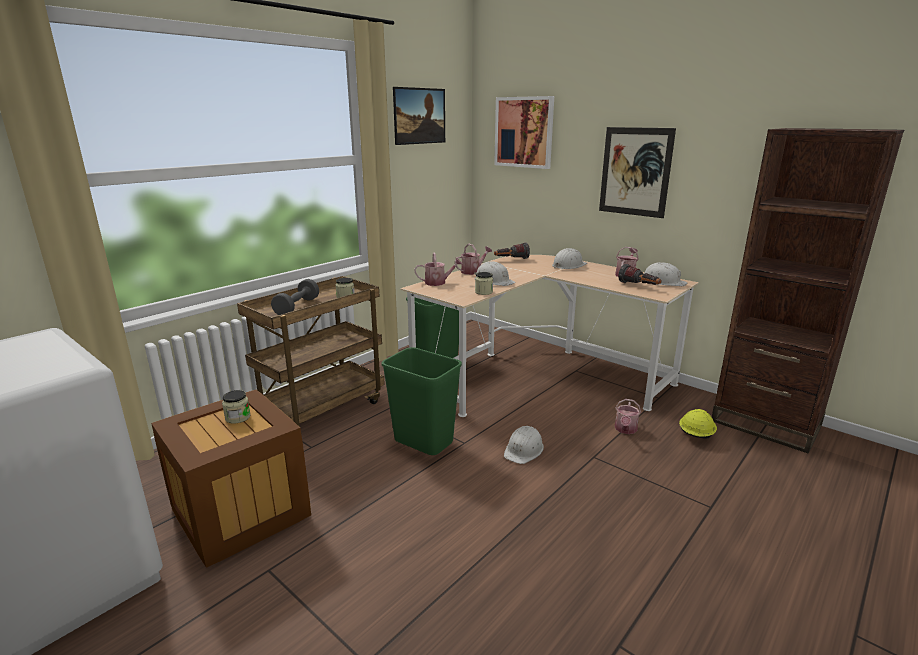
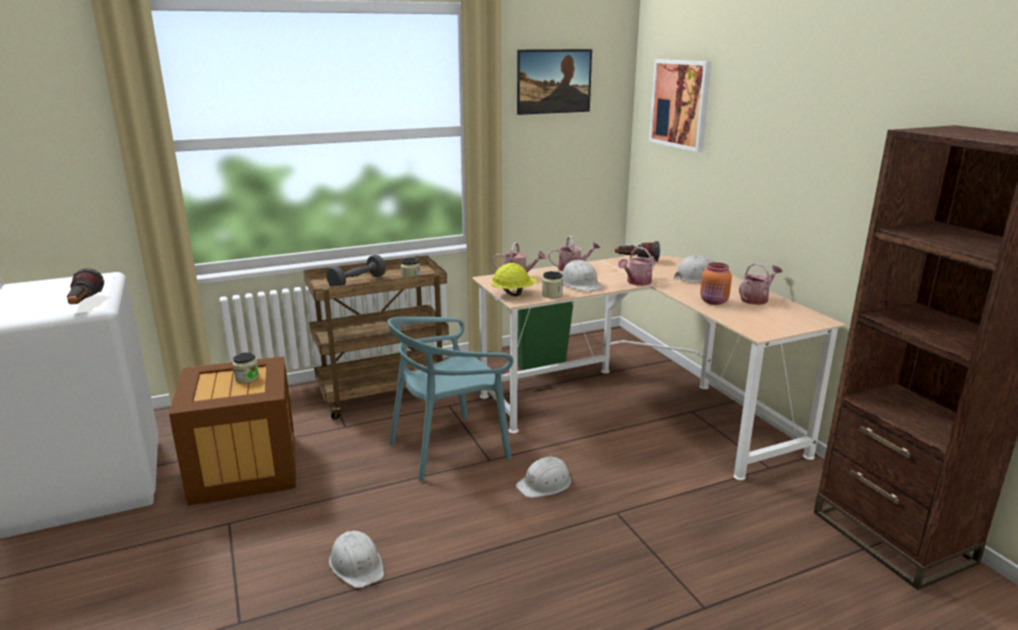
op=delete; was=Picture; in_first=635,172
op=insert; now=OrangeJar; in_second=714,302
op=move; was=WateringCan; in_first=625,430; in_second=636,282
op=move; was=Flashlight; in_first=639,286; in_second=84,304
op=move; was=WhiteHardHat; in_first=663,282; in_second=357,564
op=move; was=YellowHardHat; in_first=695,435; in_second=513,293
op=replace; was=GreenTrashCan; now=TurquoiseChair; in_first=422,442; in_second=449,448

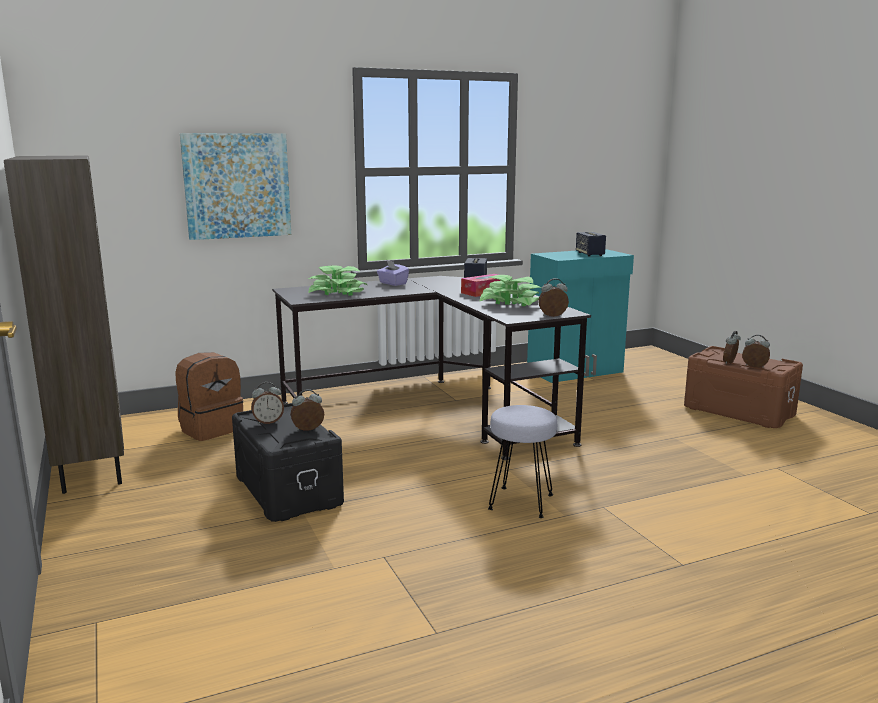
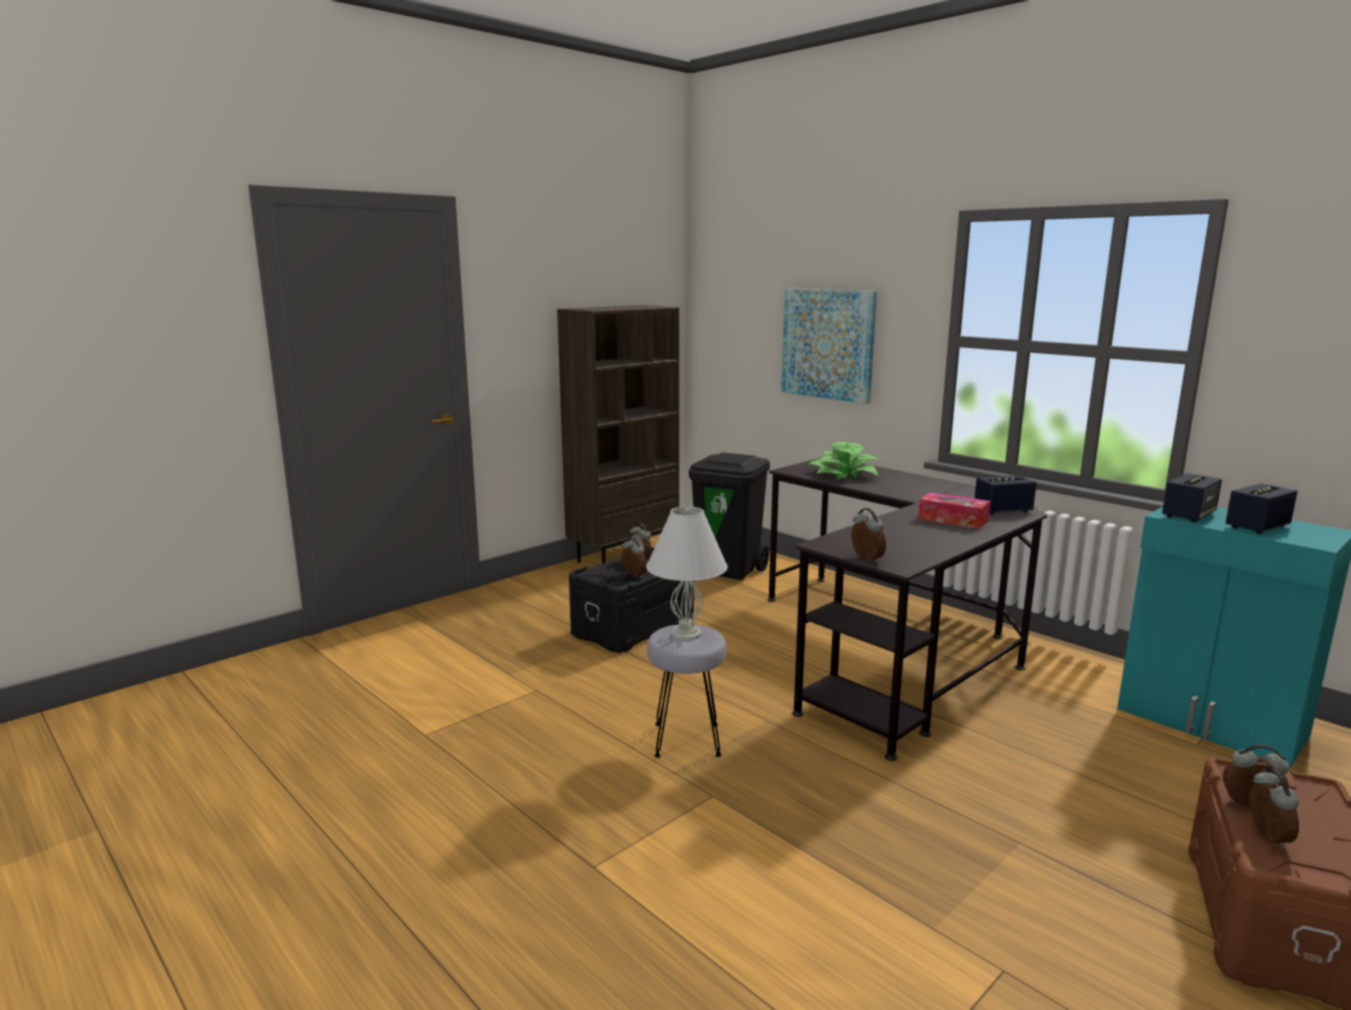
op=delete; was=PurpleTissueBox; in_first=392,283
op=delete; was=PottedPlant; in_first=510,302
op=insert; now=WhiteTableLamp; in_second=687,634
op=insert; now=Speaker; in_second=1188,515
op=replace; was=BrownBackpack; now=BlackTrashCan; in_first=211,429; in_second=729,570

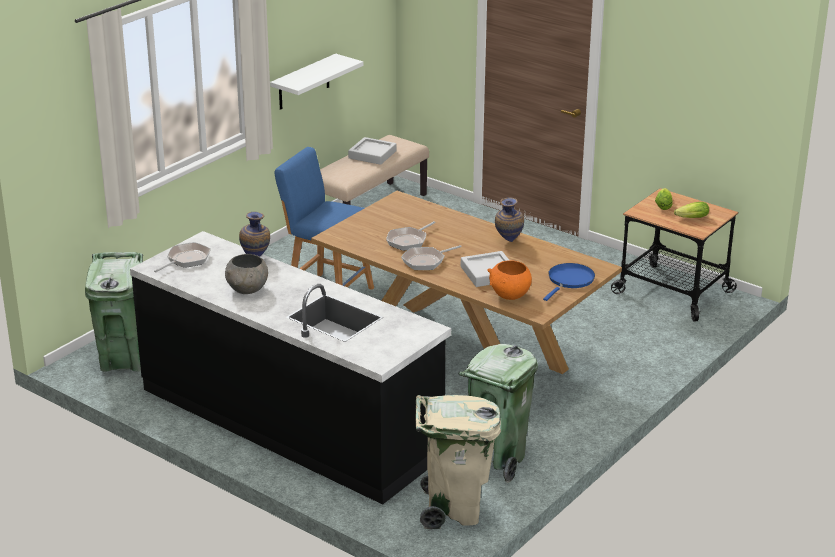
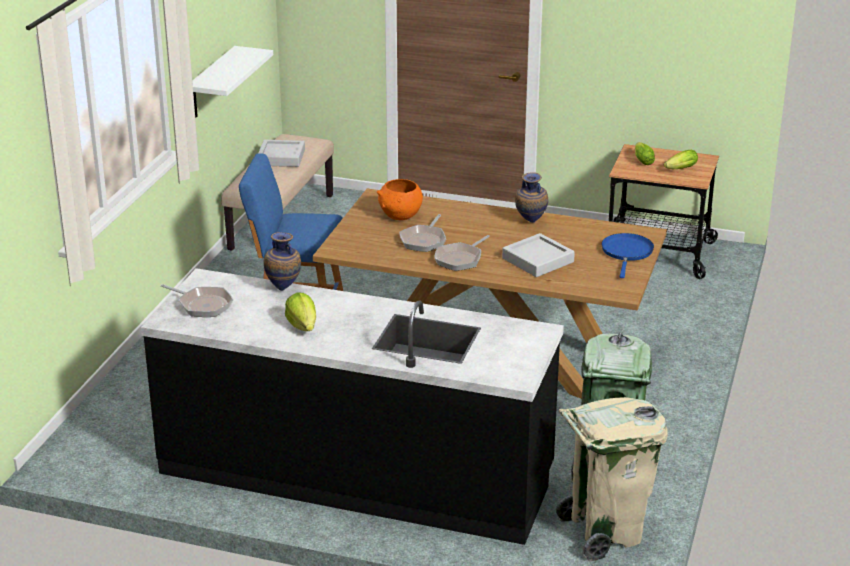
op=delete; was=GreenTrashCan; in_first=124,360
op=move; was=OrangeBowl; in_first=509,295; in_second=400,216
op=replace; was=GreyBowl; now=Lettuce; in_first=247,290; in_second=303,326
op=rotate; was=FryingPan; in_first=186,260; in_second=202,305; clockwise=105

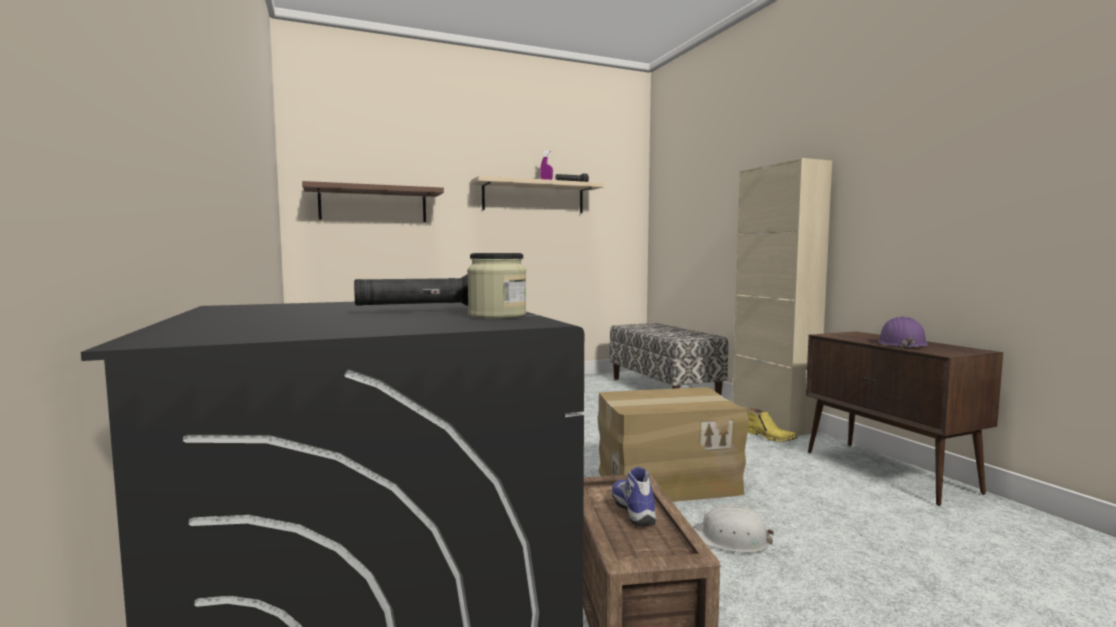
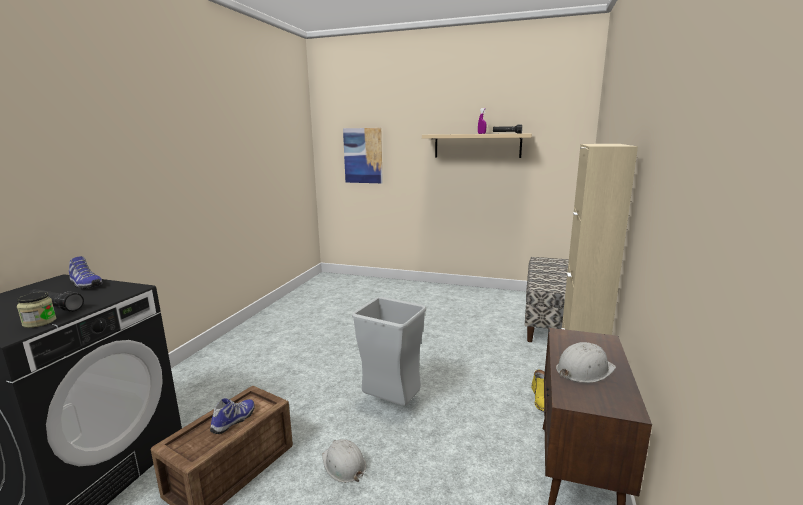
op=insert; now=Shoe; in_second=85,284
op=replace; was=BrownShelf; now=Picture; in_first=373,205; in_second=363,155
op=replace; was=CardboardBox; now=GreyTrashCan; in_first=666,481; in_second=392,404
op=recolor; was=PurpleHardHat; now=WhiteHardHat; in_first=901,343; in_second=584,370

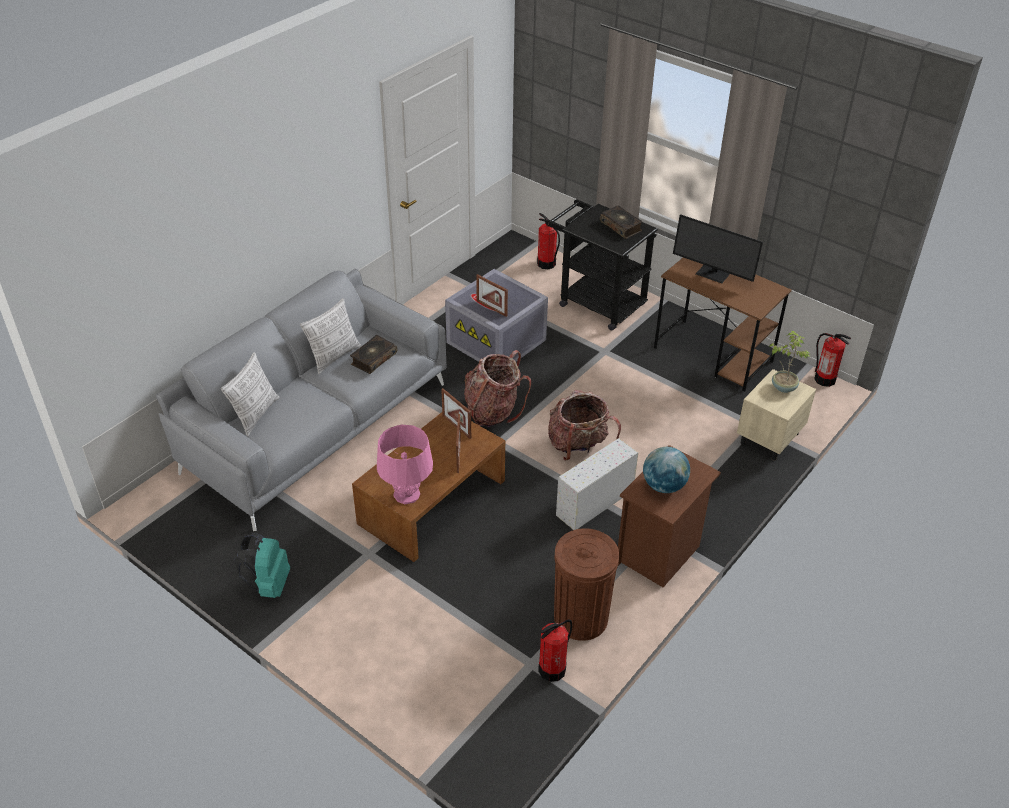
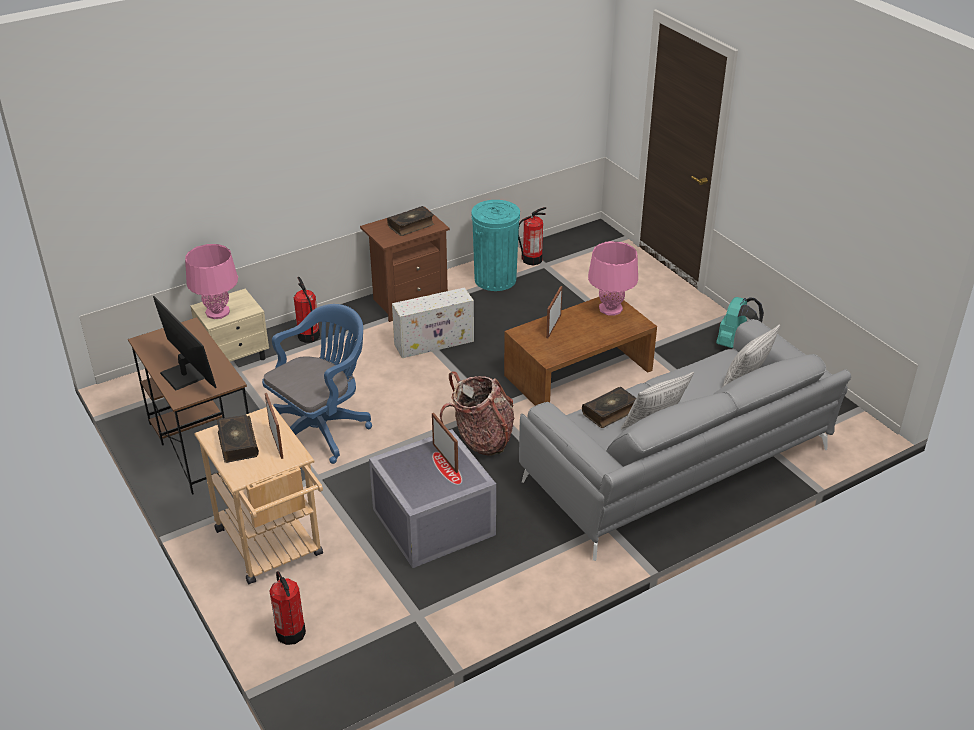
op=delete; was=Backpack; in_first=578,446
op=insert; now=BlueOfficeChair; in_second=322,428
op=move; was=PictureFrame; in_first=456,426; in_second=276,442
op=move; was=FireExtinguisher; in_first=824,379; in_second=308,336
op=replace; was=Globe; now=Book; in_first=664,485; in_second=411,226
op=replace; was=PottedPlant; now=PinkTableLamp; in_first=783,387; in_second=217,312
op=recolor; was=BlackCart; now=BeigeCart; in_first=595,302; in_second=273,548
op=recolor; was=BrownTrashCan; now=TurquoiseTrashCan; in_first=581,618; in_second=495,279

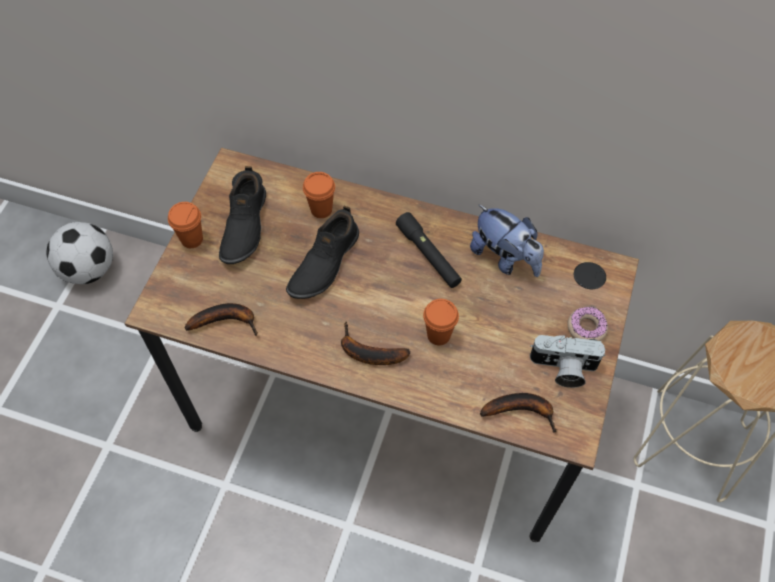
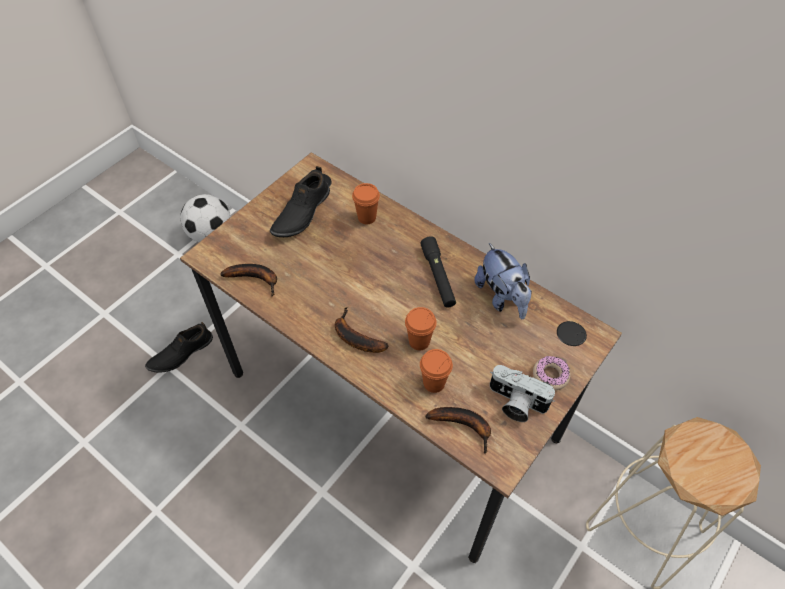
op=move; was=OrangeCup; in_first=192,239; in_second=434,383
op=move; was=BlackShoe; in_first=323,263; in_second=181,353

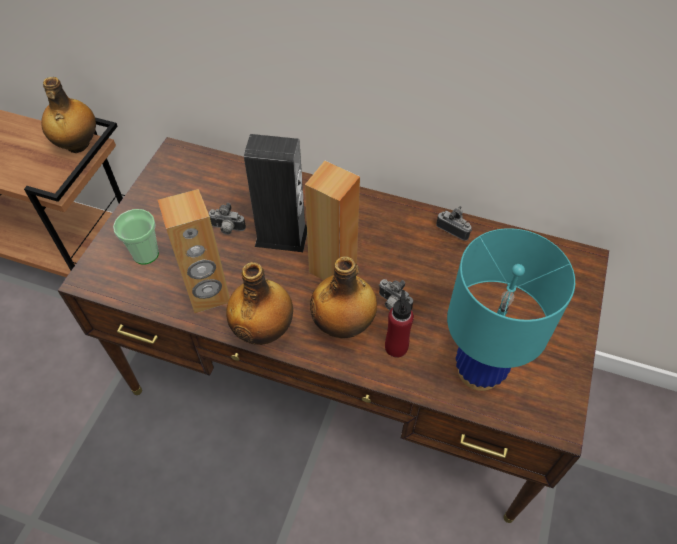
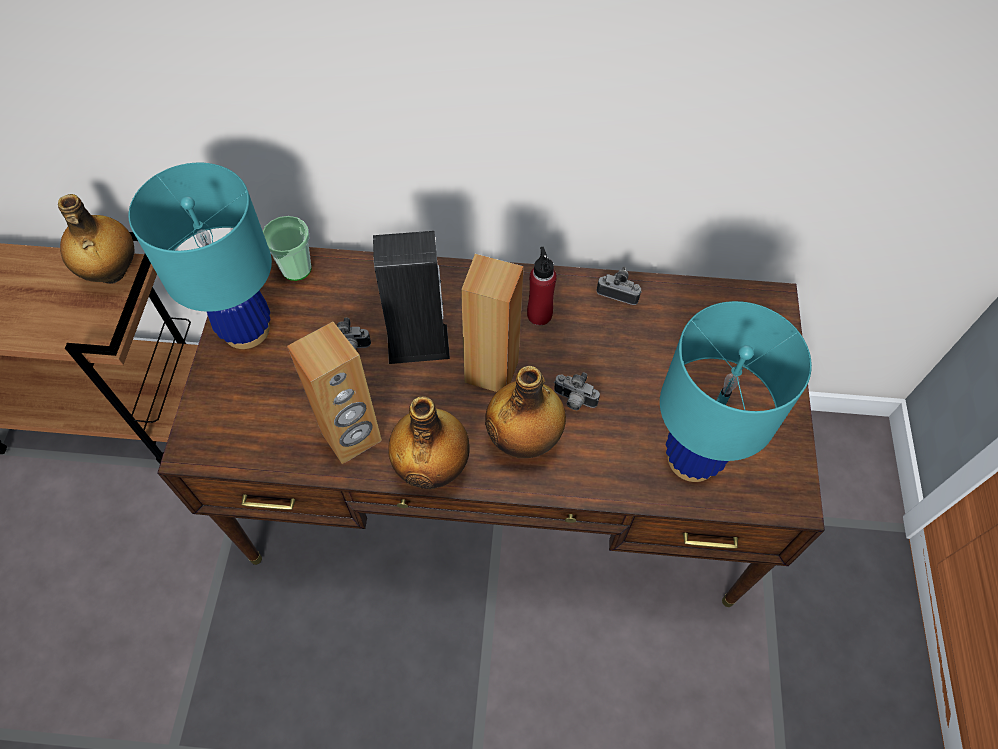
op=insert; now=TurquoiseTableLamp; in_second=246,329
op=move; was=Cup; in_first=145,254; in_second=296,268
op=move; was=RedBottle; in_first=396,347; in_second=539,315

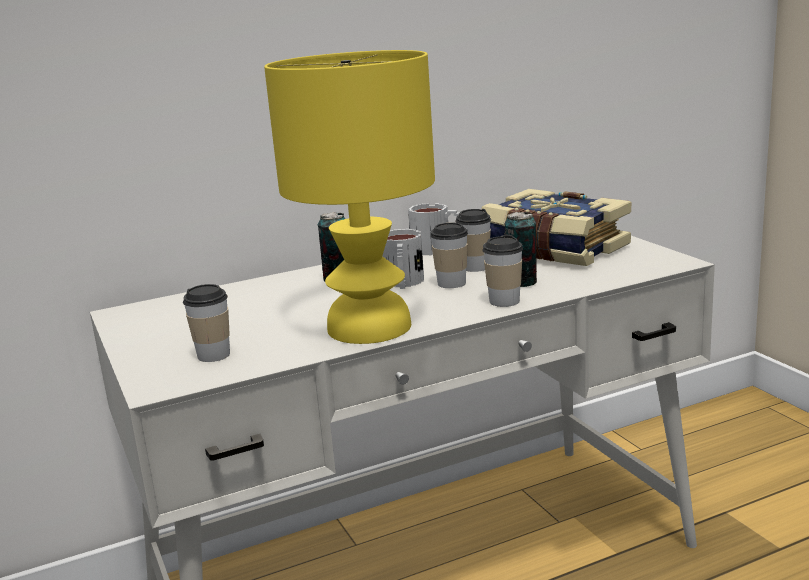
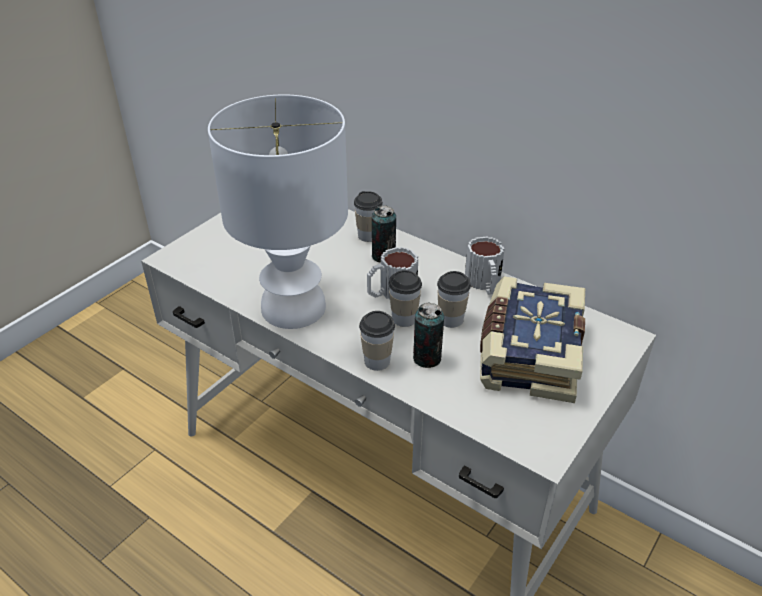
op=move; was=Cup; in_first=213,355; in_second=368,235
op=recolor; was=YellowTableLamp; now=WhiteTableLamp; in_first=369,326; in_second=295,307

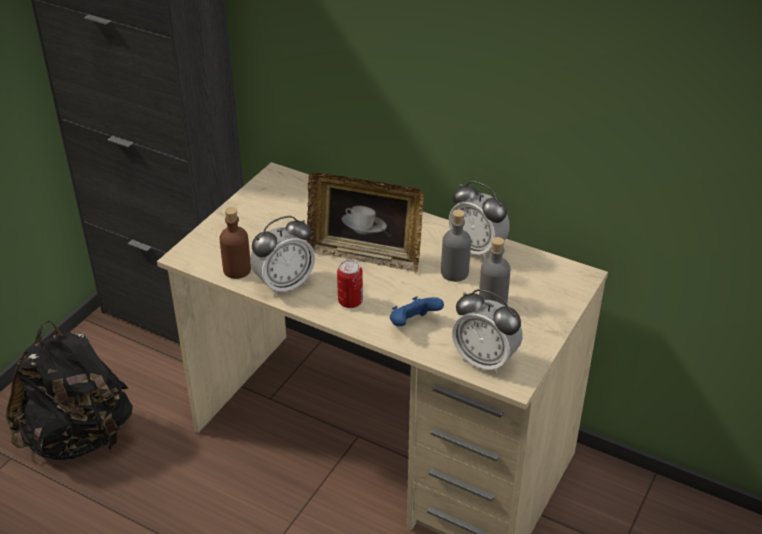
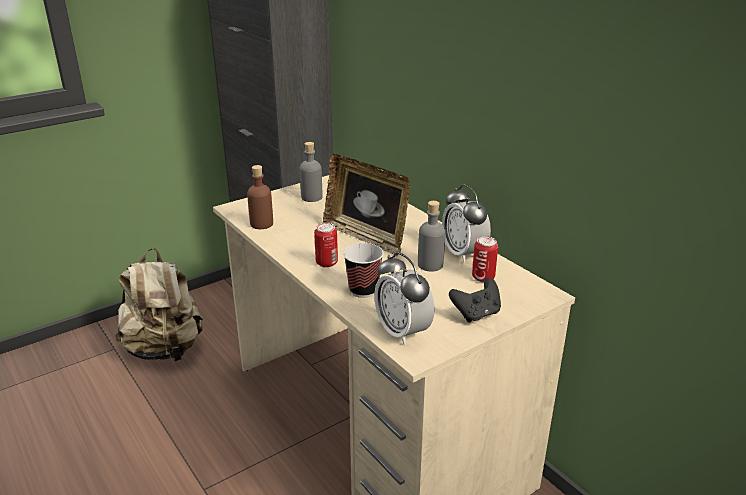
op=delete; was=AlarmClock; in_first=284,284
op=insert; now=BlackGameController; in_second=476,314
op=insert; now=Can; in_second=483,277
op=move; was=GreyBottle; in_first=492,301; in_second=311,197
op=replace; was=BlueGameController; now=Cup; in_first=413,324; in_second=363,290
op=recolor; was=BlackBackpack; now=BeigeBackpack; in_first=79,437; in_second=165,349

